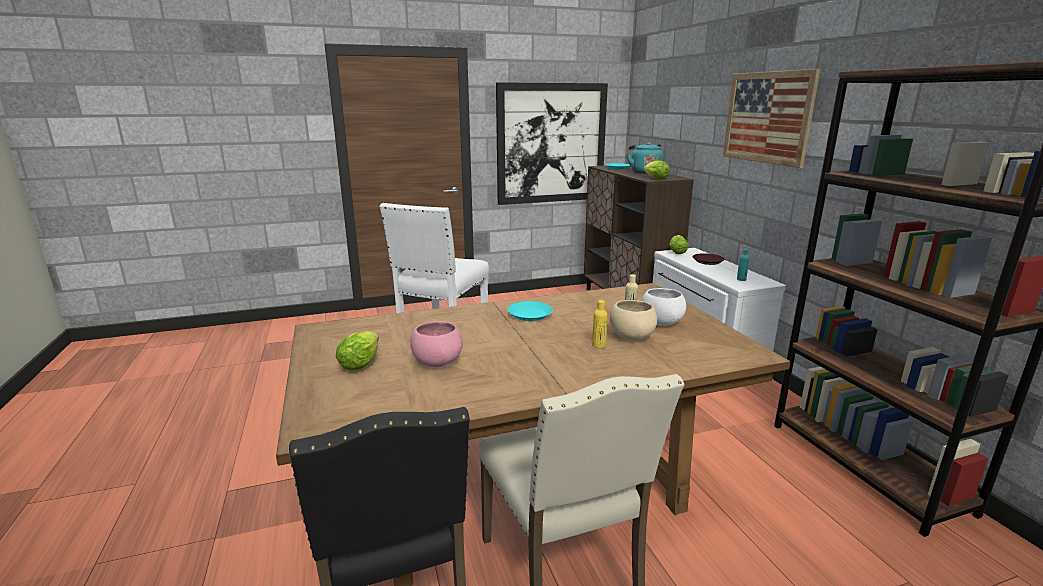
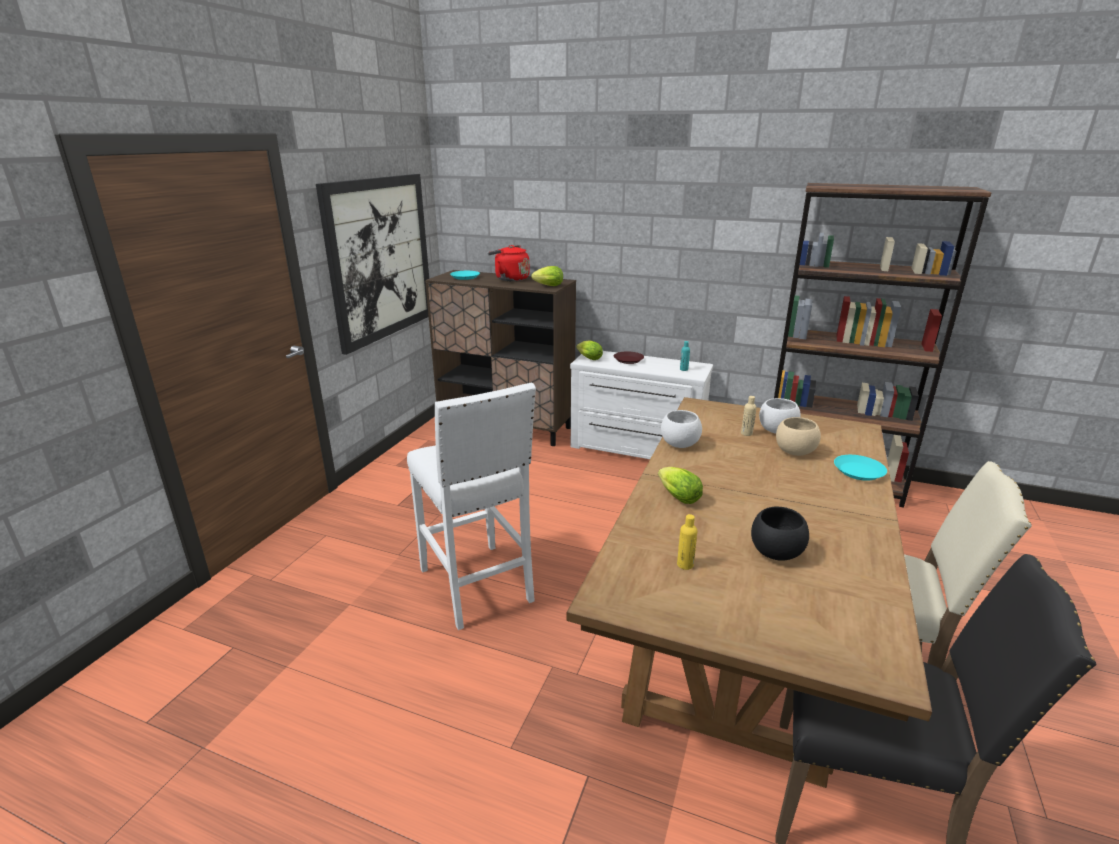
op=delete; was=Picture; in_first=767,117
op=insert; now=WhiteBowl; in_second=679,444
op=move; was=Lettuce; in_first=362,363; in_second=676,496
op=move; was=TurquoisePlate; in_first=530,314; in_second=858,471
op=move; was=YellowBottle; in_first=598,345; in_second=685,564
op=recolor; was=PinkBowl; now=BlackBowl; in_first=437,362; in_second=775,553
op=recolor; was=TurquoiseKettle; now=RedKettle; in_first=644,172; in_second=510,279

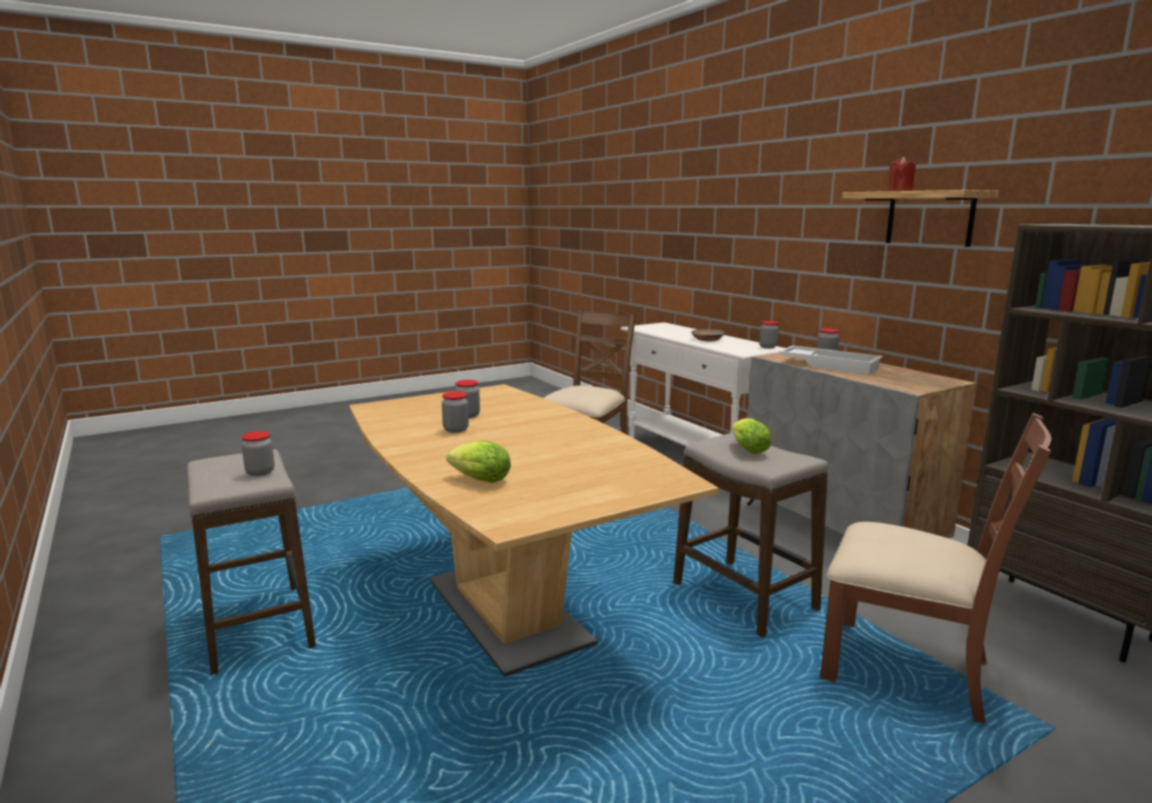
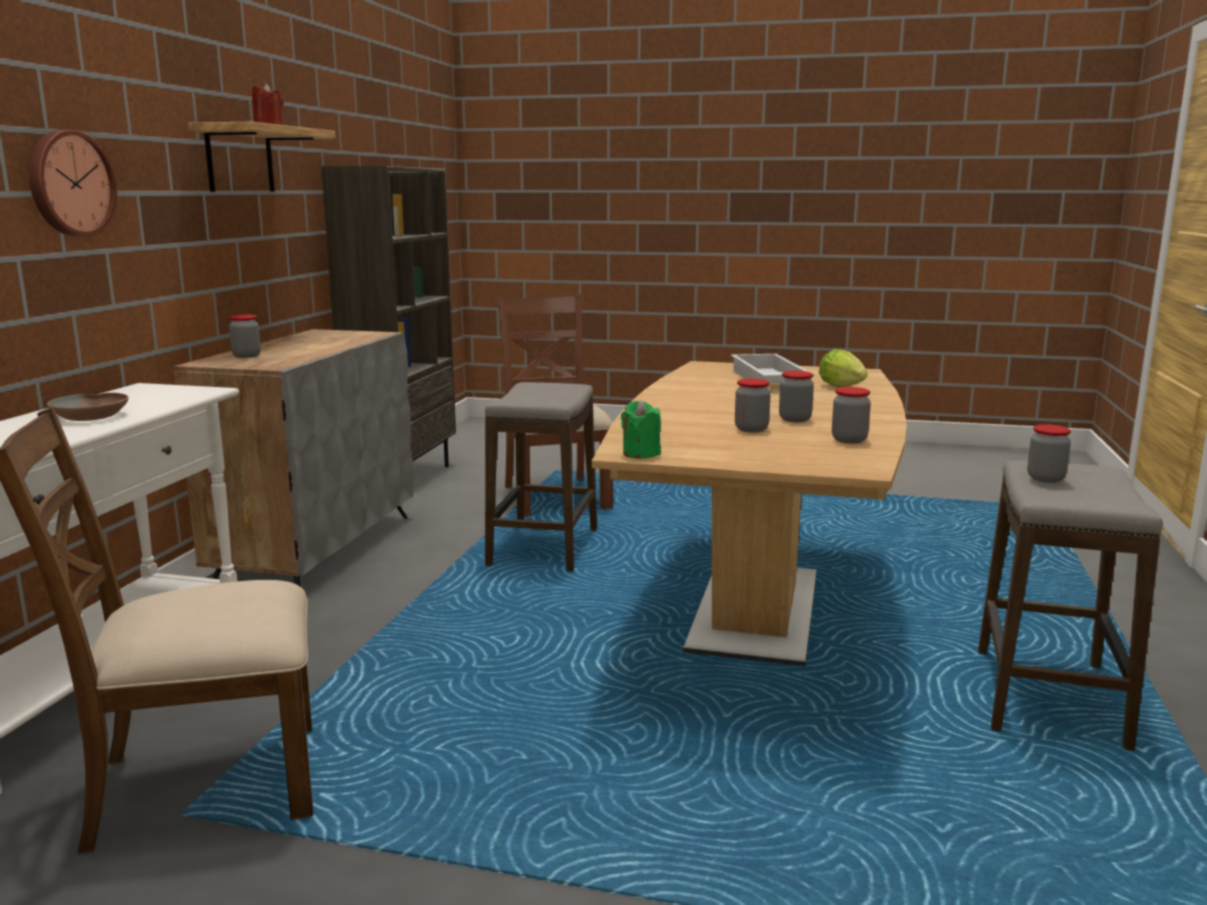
op=delete; was=Lettuce; in_first=747,449
op=insert; now=WallClock; in_second=69,184
op=insert; now=GreenCandle; in_second=641,453
op=move; was=Jar; in_first=768,347; in_second=849,440
op=move; was=WhiteTray; in_first=830,365; in_second=767,379

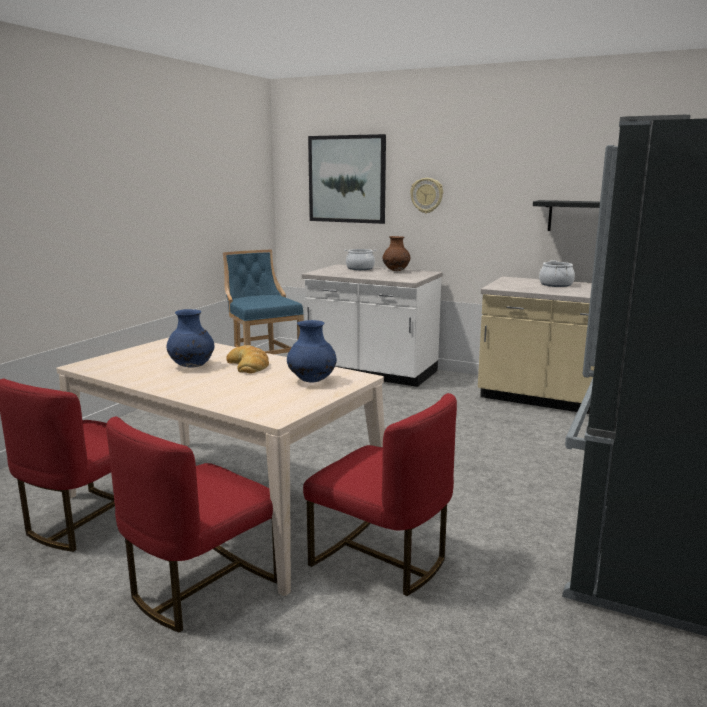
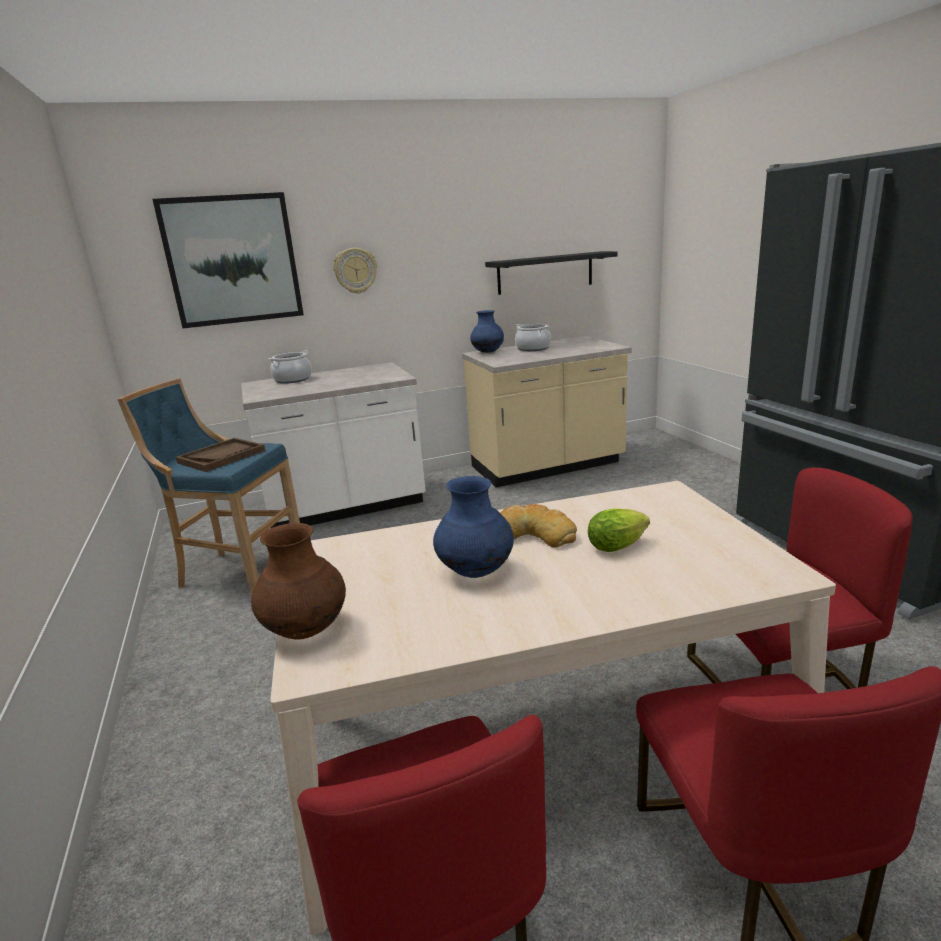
op=insert; now=BrownTray; in_second=221,456
op=insert; now=Lettuce; in_second=620,545
op=move; was=BlueVase; in_first=312,381; in_second=488,352
op=move; was=BrownVase; in_first=396,270; in_second=306,630

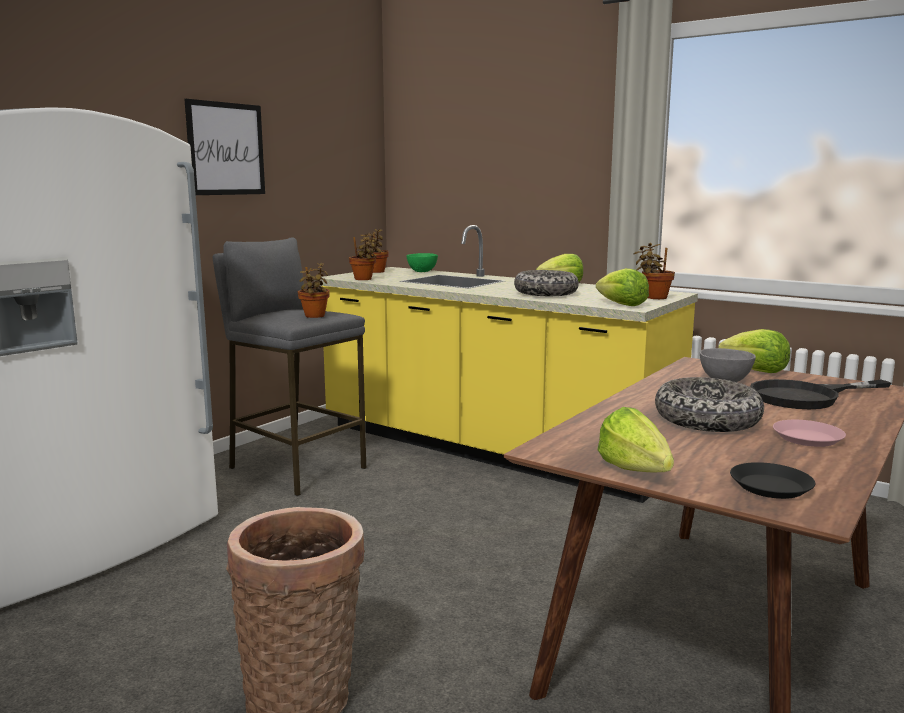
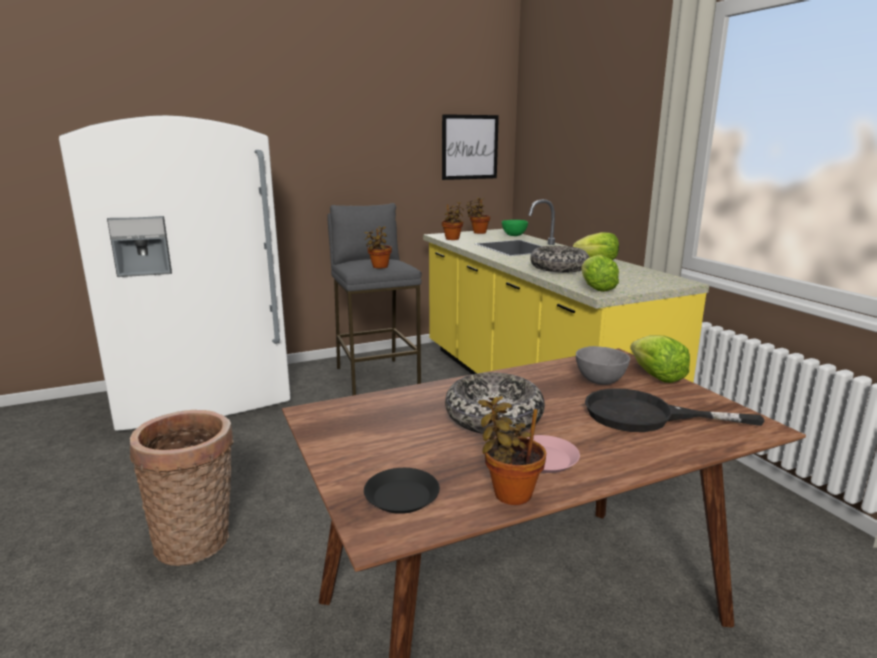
op=delete; was=Lettuce; in_first=638,474
op=move; was=Picture; in_first=226,149; in_second=469,147
op=move; was=PottedPlant; in_first=654,297; in_second=509,492

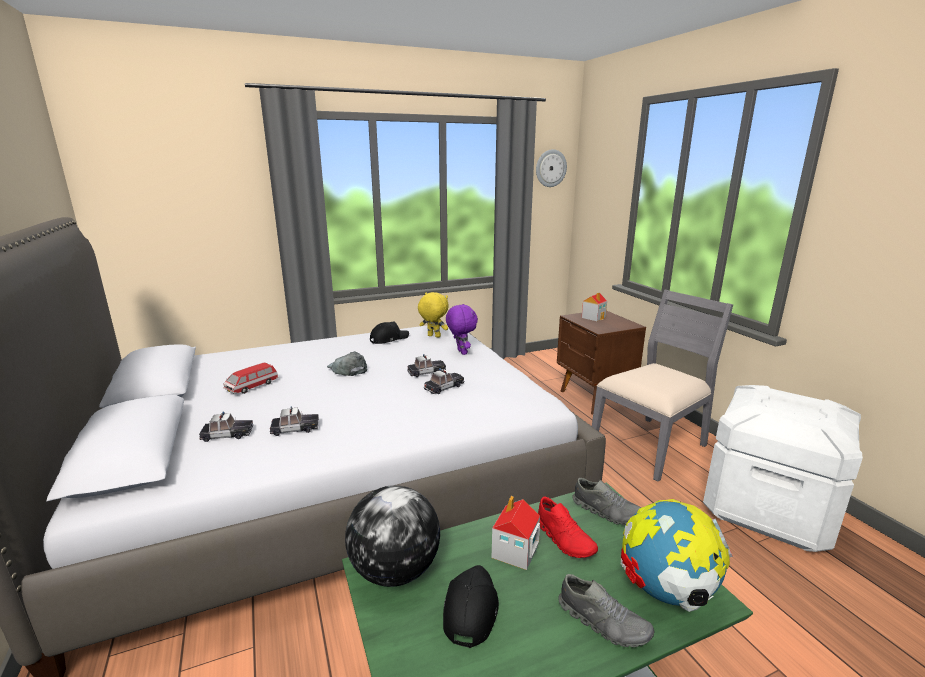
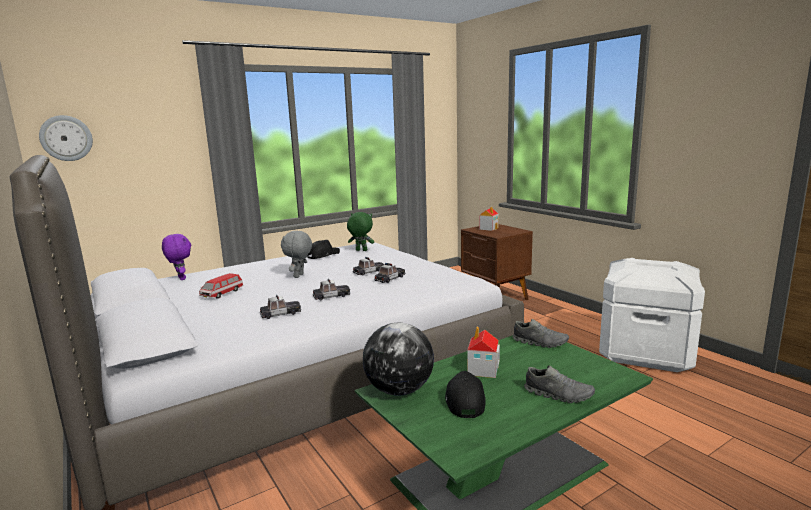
op=delete; was=RedShoe; in_first=564,539
op=delete; was=GreyChair; in_first=650,445
op=delete; was=Globe; in_first=666,591
op=move; was=ToyCar; in_first=227,434; in_second=331,296
op=move; was=PurplePlushToy; in_first=461,352; in_second=180,278
op=move; was=WallClock; in_first=550,168; in_second=66,138
op=replace; was=GreyCap; now=GreyPlushToy; in_first=347,369; in_second=299,276
op=recolor; was=YellowPlushToy; now=GreenPlushToy; in_first=433,336; in_second=361,250

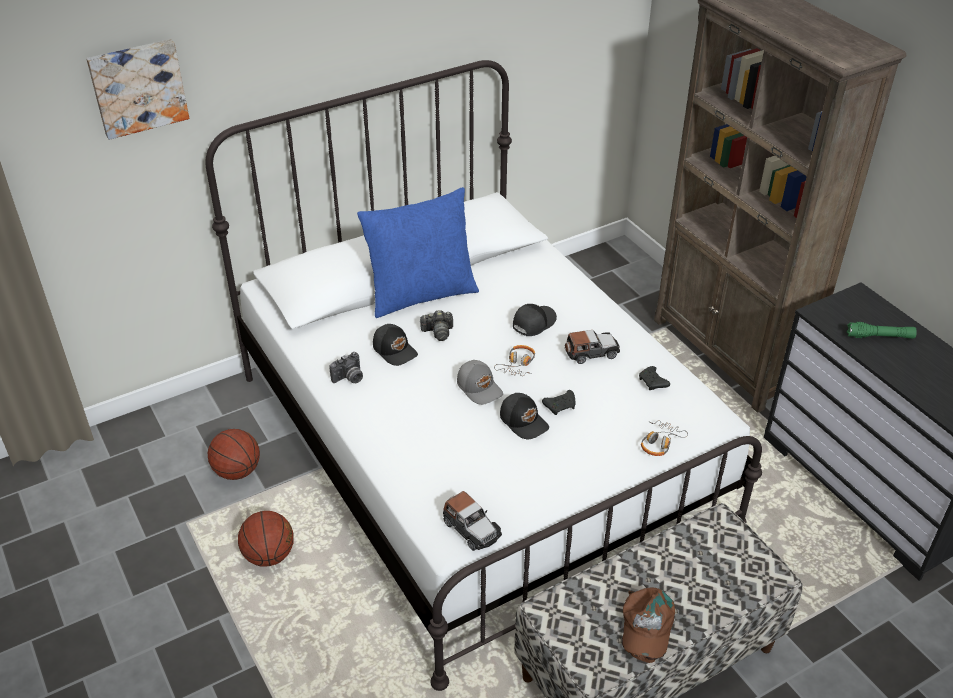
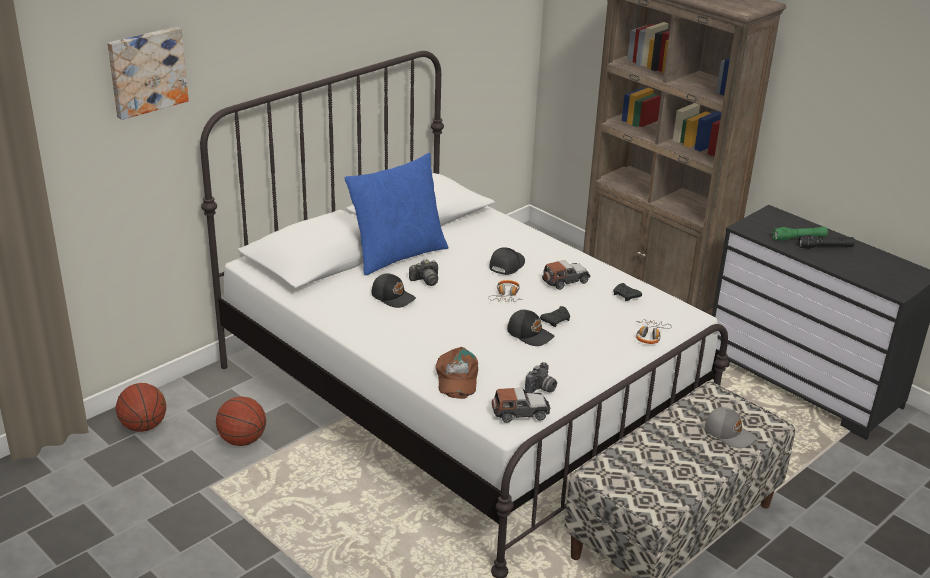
op=insert; now=BlackFlashlight; in_second=825,247
op=move; was=Basketball; in_first=269,555; in_second=144,426
op=move; was=PhotoCamera; in_first=349,378; in_second=541,389
op=move; was=GreyCap; in_first=480,387; in_second=729,433
op=move; was=BrownCap; in_first=646,626; in_second=456,378
op=rotate; was=ToyCar; in_first=471,528; in_second=520,412; clockwise=-45

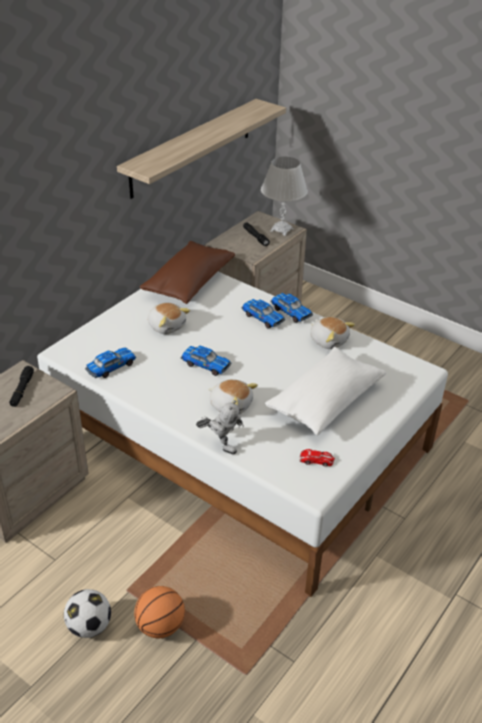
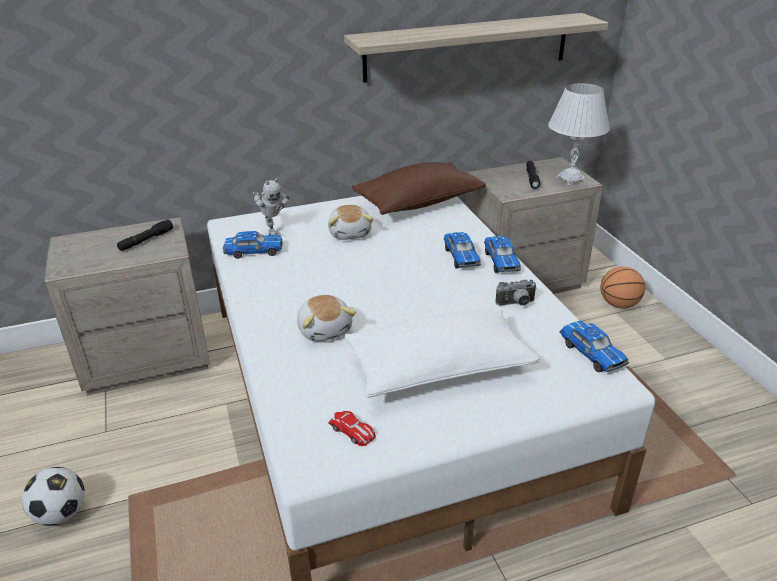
op=move; was=Basketball; in_first=160,626; in_second=618,304
op=move; was=ToyCar; in_first=205,365; in_second=591,353
op=move; was=ToyRobot; in_first=221,445; in_second=272,230
op=replace; was=PlushToy; now=PhotoCamera; in_first=328,340; in_second=516,304

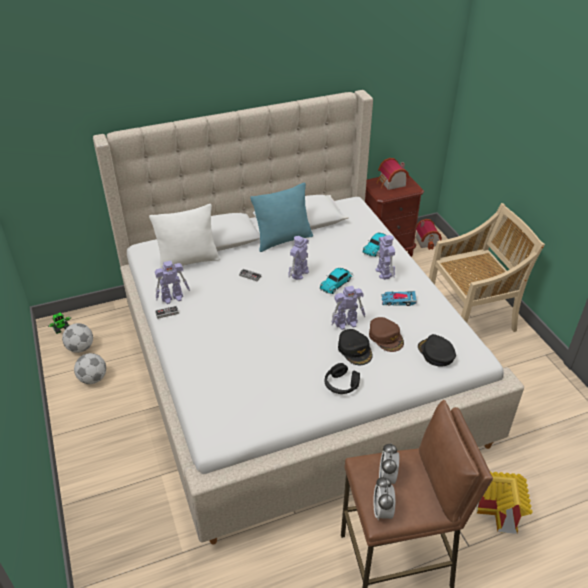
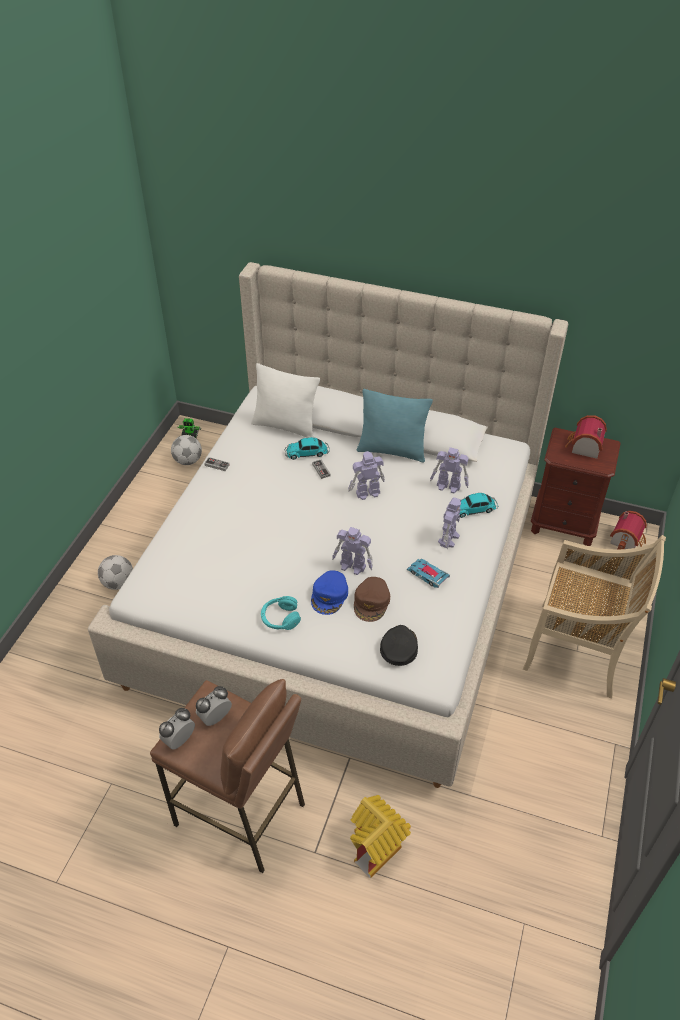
op=move; was=Football; in_first=93,379; in_second=118,583
op=move; was=ToyRobot; in_first=173,297; in_second=449,486
op=move; was=ToyCar; in_first=336,283; in_second=307,452
op=recolor; was=BlackHeadphones; now=TurquoiseHeadphones; in_first=341,385; in_second=280,618
op=recolor; was=BlackCap; now=BlueCap; in_first=355,350; in_second=329,595

